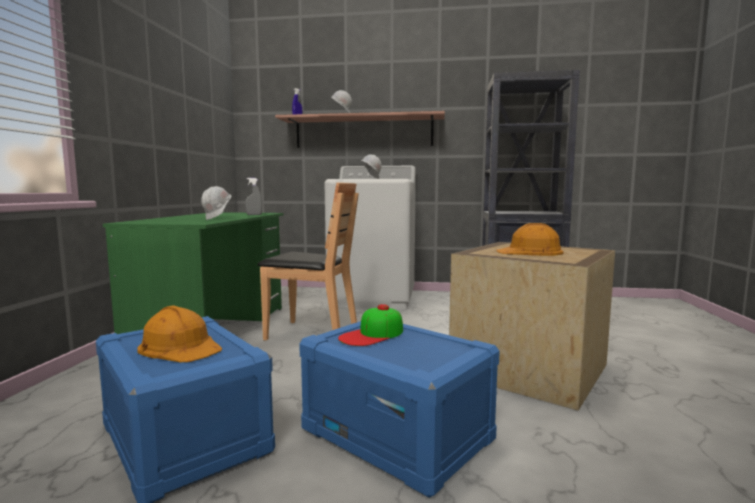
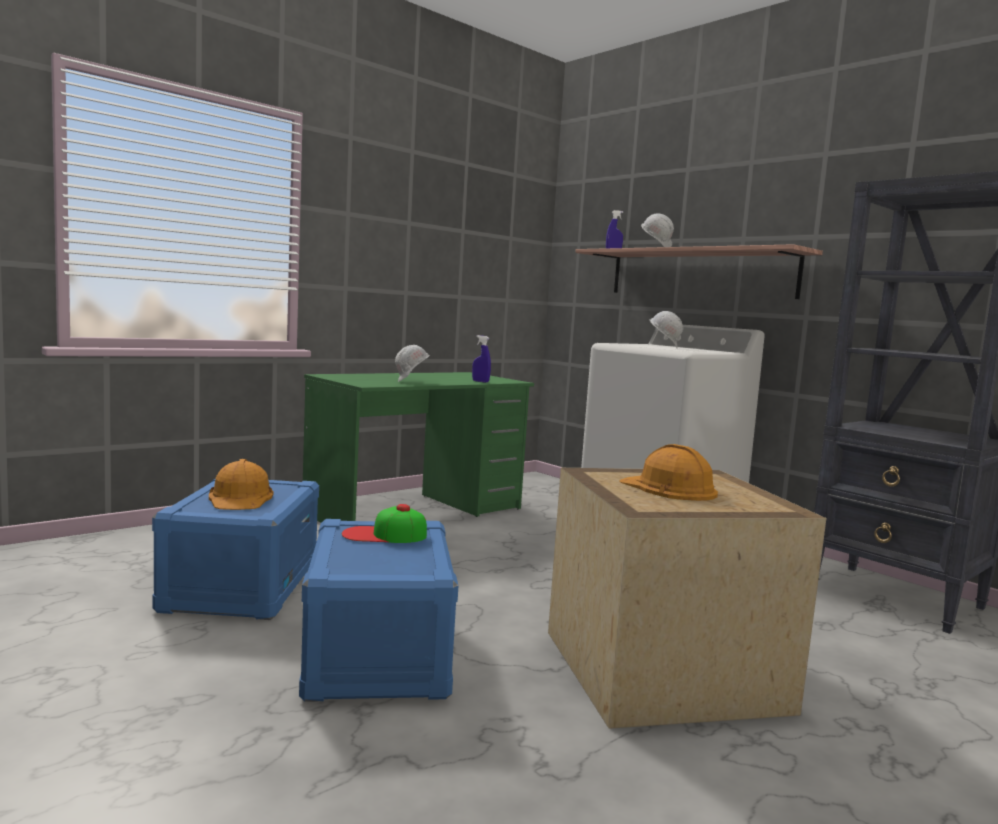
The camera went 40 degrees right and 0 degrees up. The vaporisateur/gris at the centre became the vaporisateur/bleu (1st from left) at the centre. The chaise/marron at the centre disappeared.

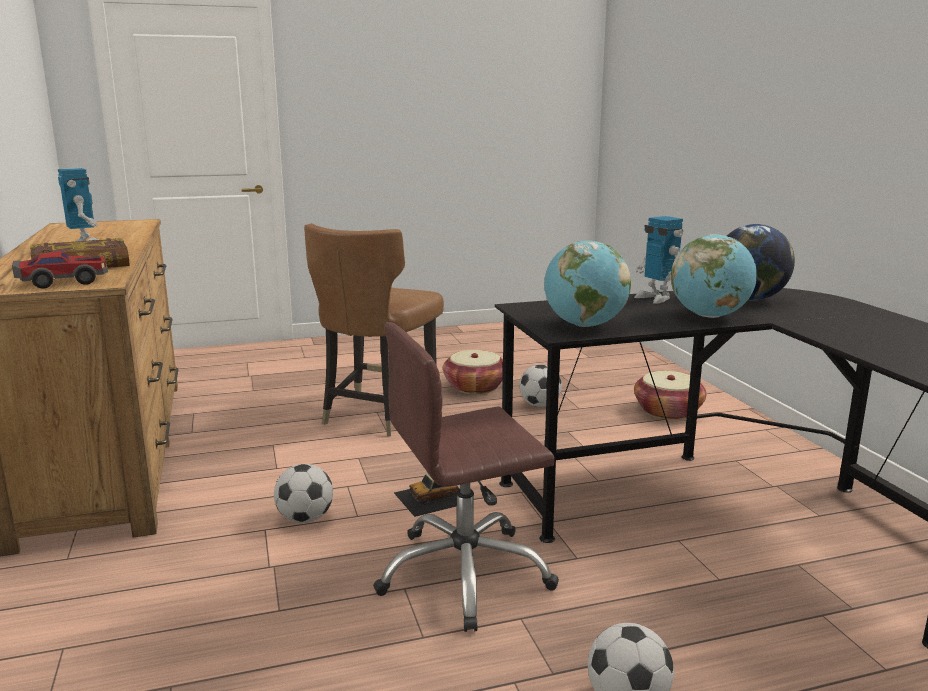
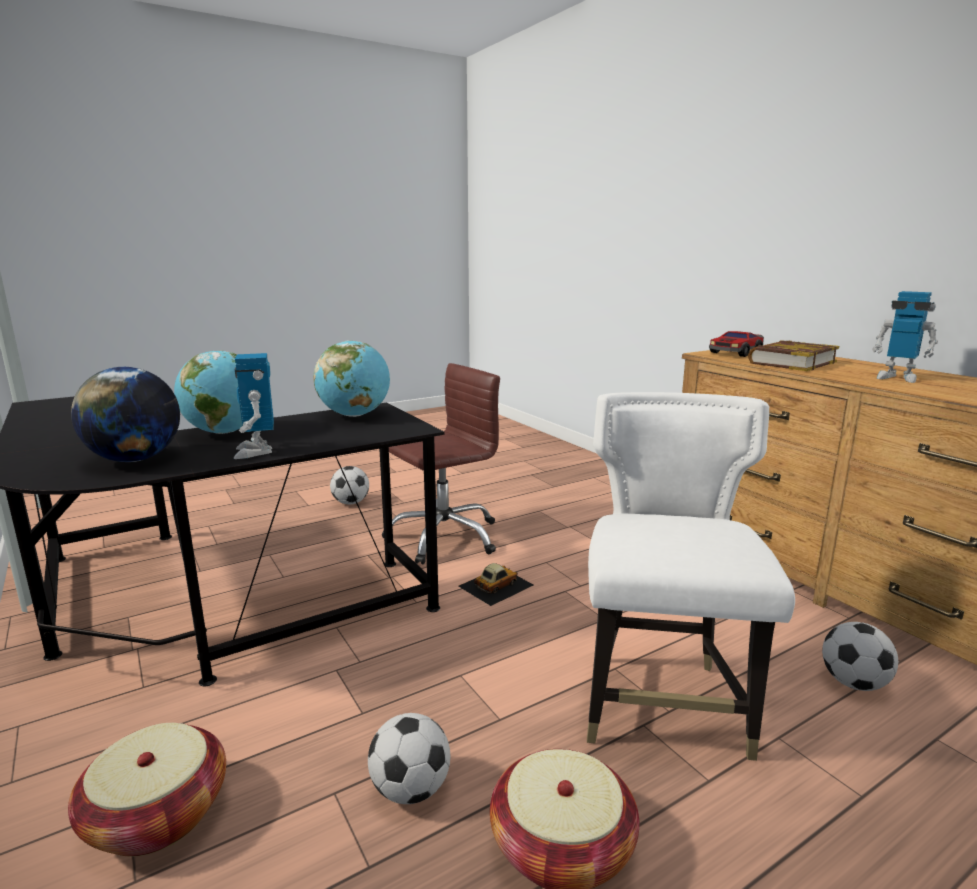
The camera went 165 degrees right and 0 degrees up. The robot jouet (2nd from left in the first image) at the middle right turned 150 degrees counterclockwise. The chaise/marron at the centre became the chaise/blanc at the middle right. The ballon de foot (1st from left in the first image) moved from the bottom left to the bottom right.

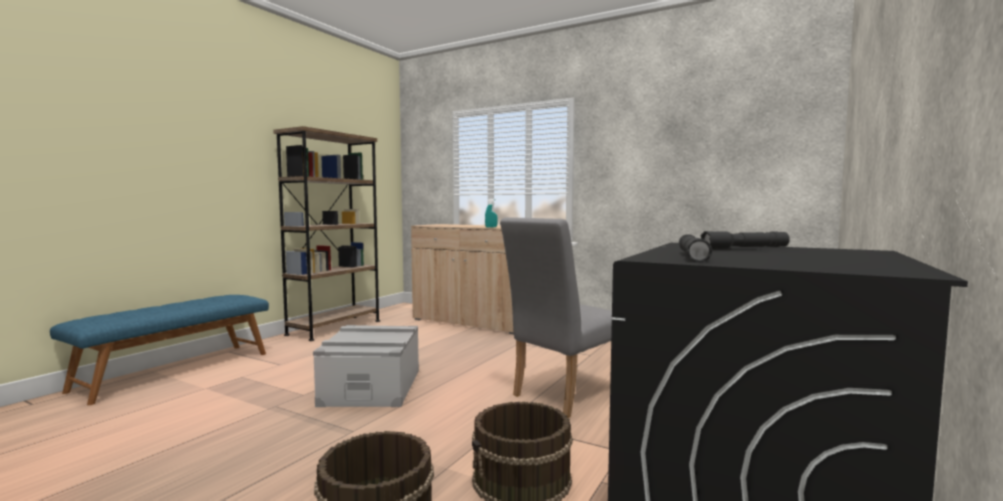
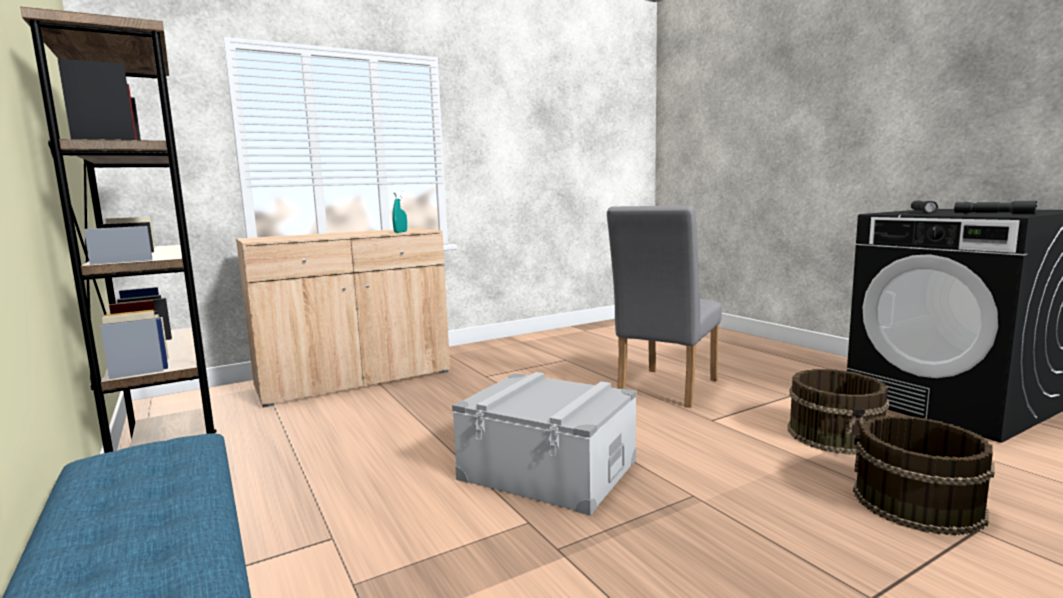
The camera went 60 degrees left and 5 degrees up. The chaise/gris at the centre turned 45 degrees clockwise.

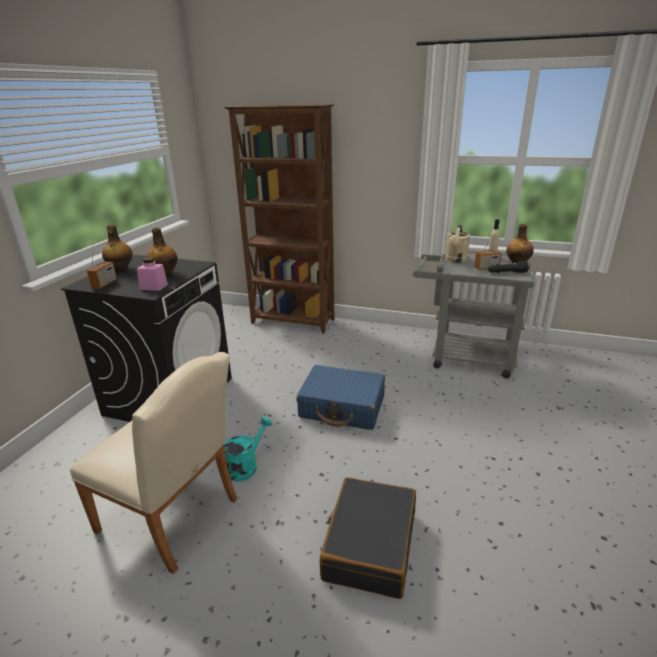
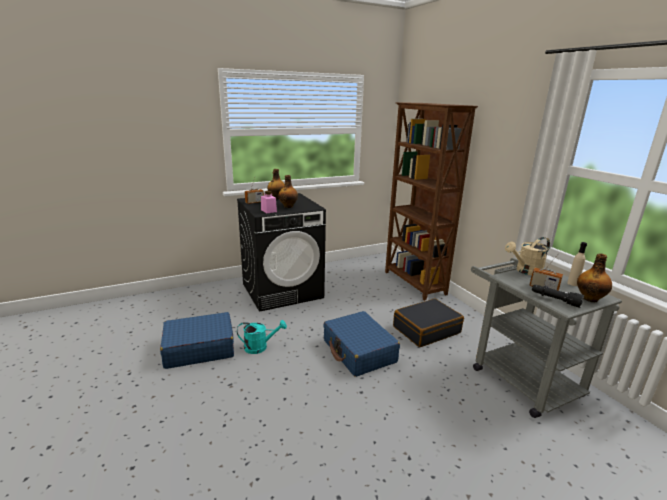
The camera went 45 degrees right and 5 degrees down. The chaise/beige at the bottom left was replaced by the valise/bleu (1st from left) at the bottom left. The valise/noir moved from the bottom centre to the centre.

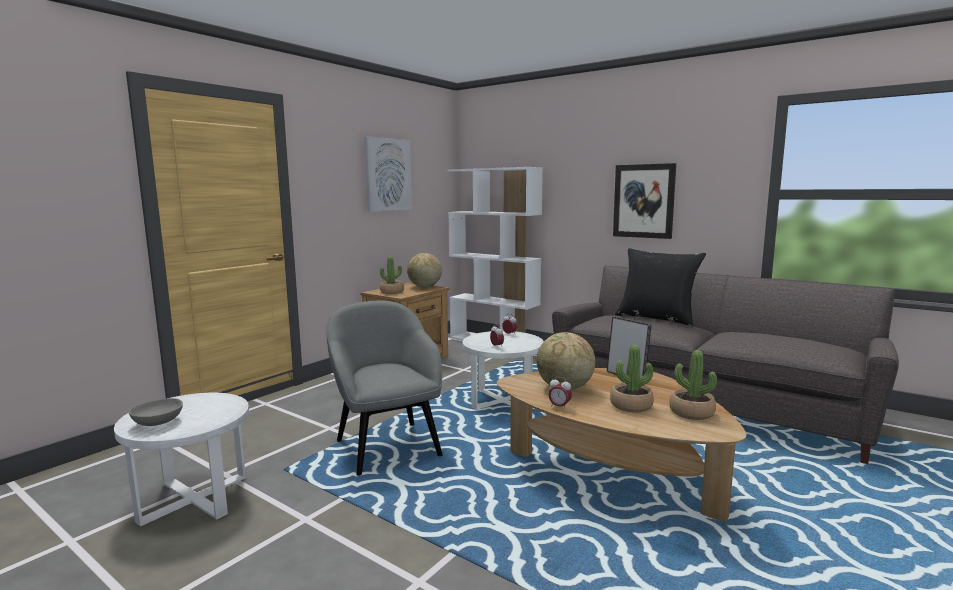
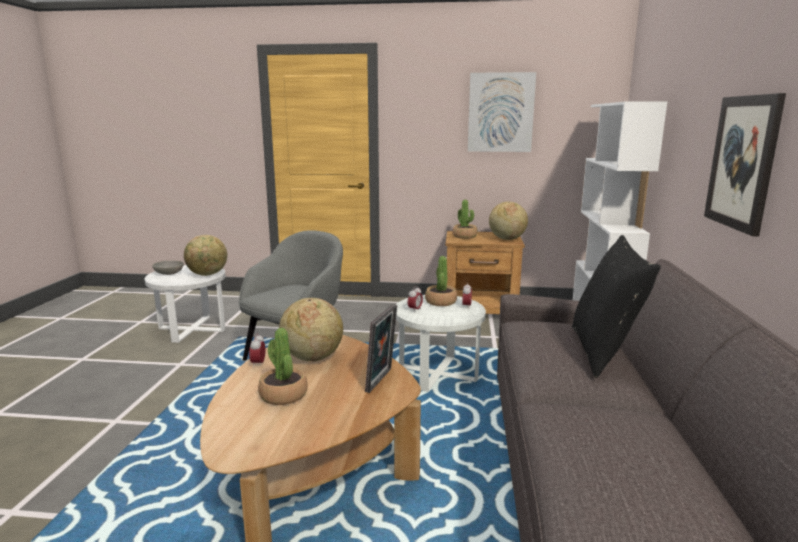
The camera went 60 degrees right and 5 degrees up. The plante en pot (3rd from left in the first image) moved from the middle right to the centre. The globe (1st from left) at the middle left appeared.

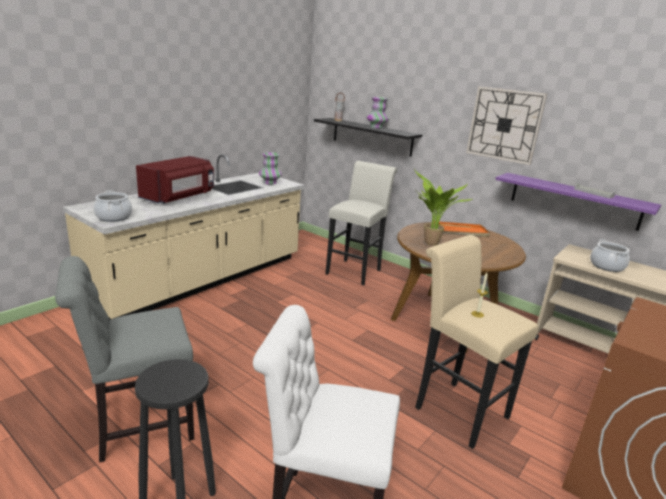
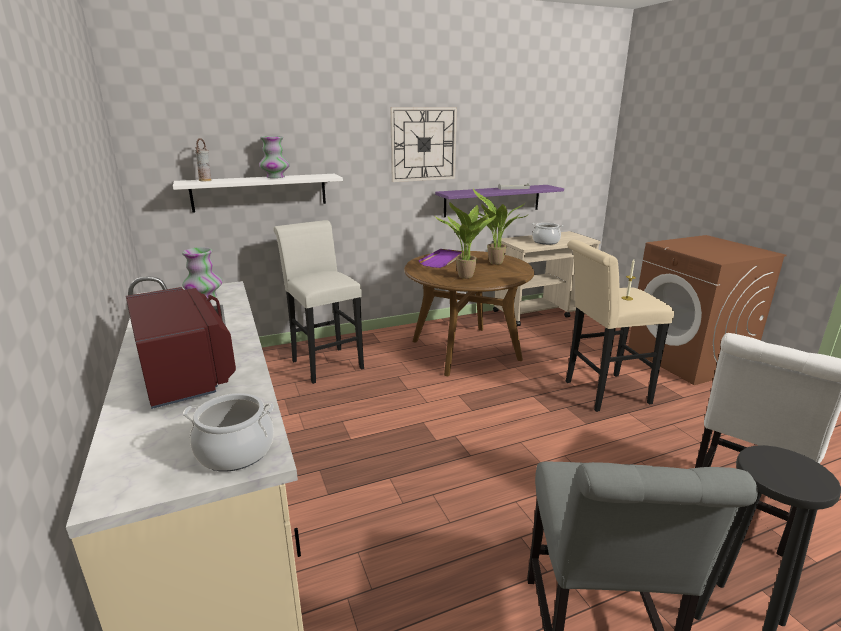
The camera went 60 degrees left and 0 degrees up. The étagère/noir at the top centre became the étagère/blanc at the top left. The plateau/orange at the middle right became the plateau/violet at the centre. The plante en pot (2nd from left) at the centre appeared.

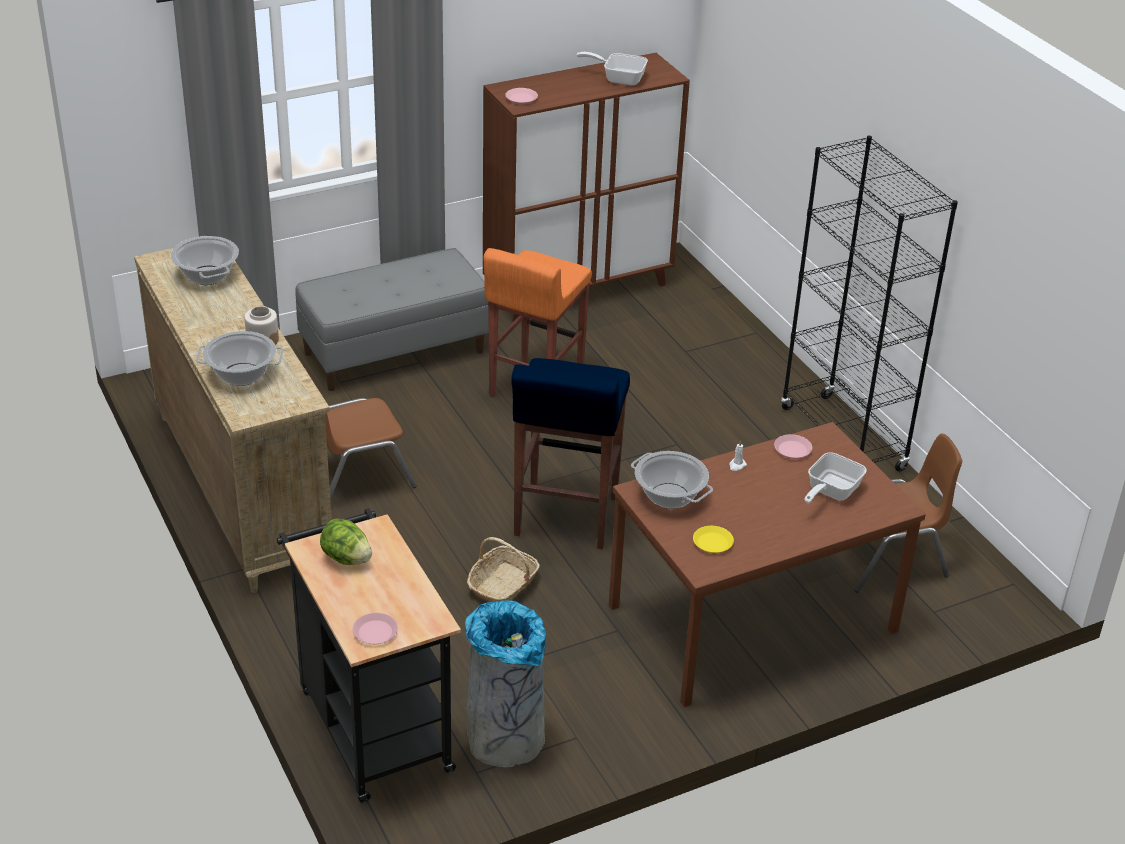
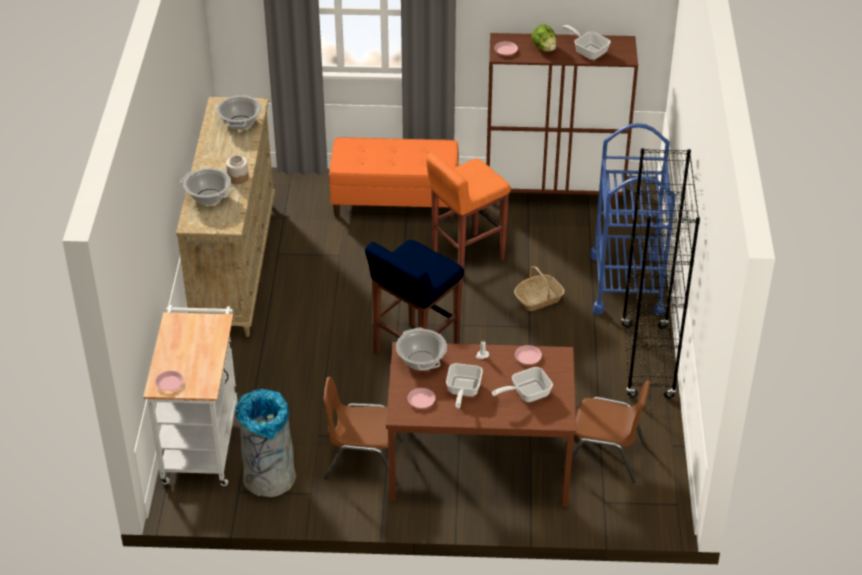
The camera went 30 degrees right and 5 degrees up. The banc/gris at the centre became the banc/orange at the top centre. The chaise/marron (1st from left) moved from the middle left to the bottom centre. The chariot/noir at the bottom left became the chariot/blanc at the bottom left. The laitue moved from the middle left to the top centre. The assiette/jaune at the centre became the assiette/rose (2nd from left) at the bottom centre. The panier moved from the bottom centre to the centre. The chariot/bleu at the middle right appeared. The poêle (1st from left) at the bottom centre appeared.

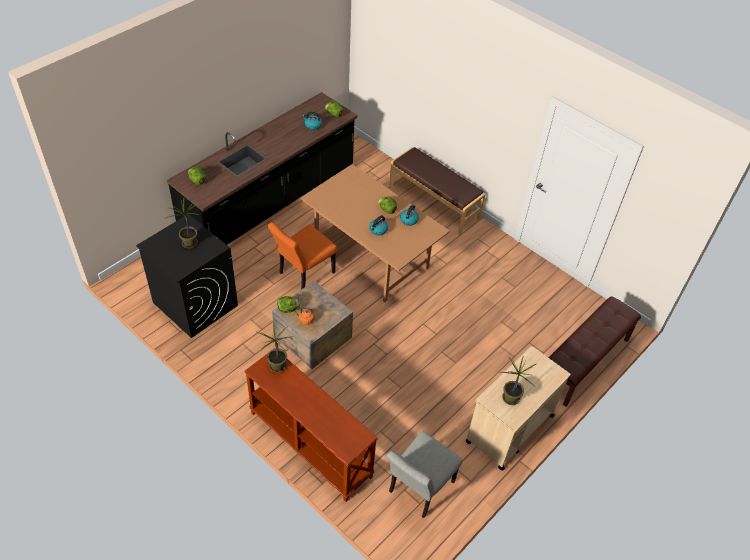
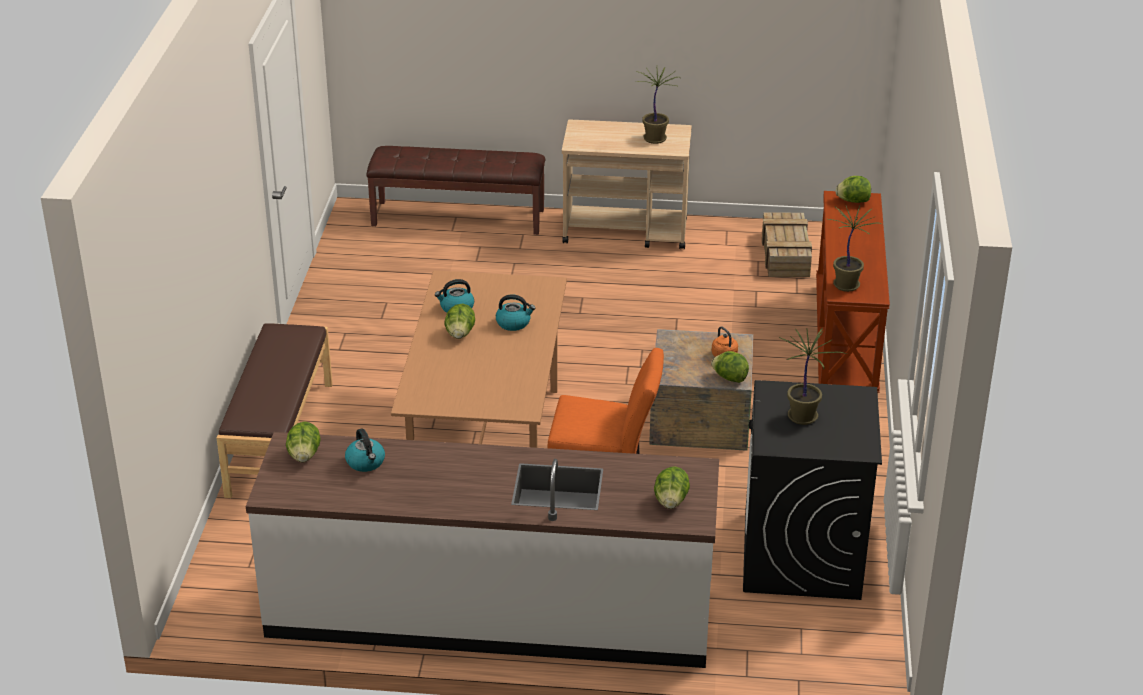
The camera went 125 degrees left and 15 degrees down. The comptoir de cuisine/noir at the top centre became the comptoir de cuisine/blanc at the bottom centre. The chaise/gris at the bottom centre was replaced by the caisse (2nd from left) at the middle right. The laitue (5th from left) at the top right appeared.

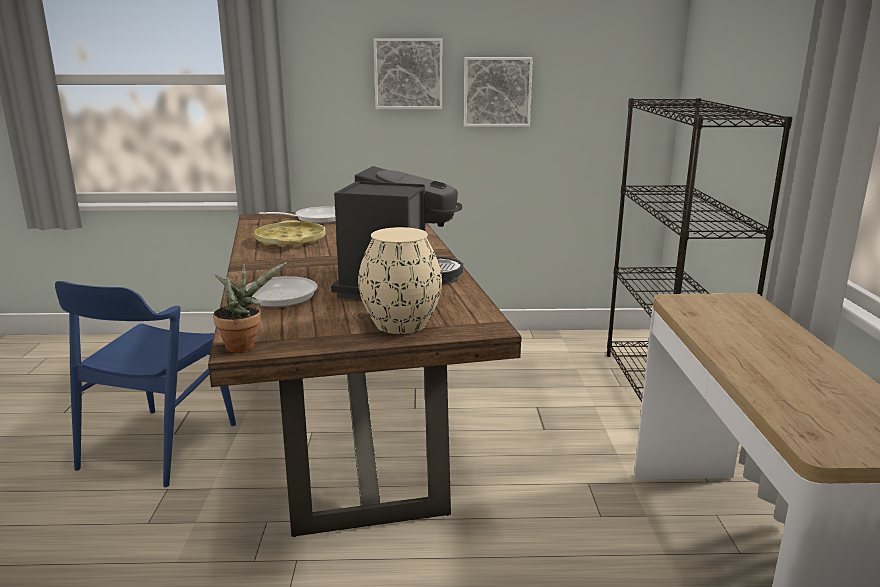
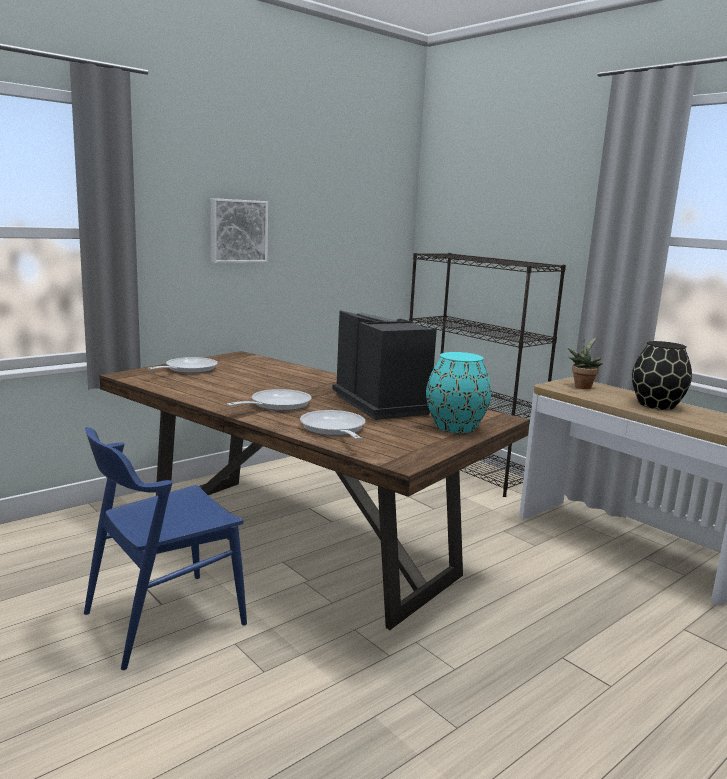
The camera went 40 degrees left and 5 degrees down. The tableau (2nd from left) at the top centre disappeared. The plateau/jaune at the middle left disappeared. The vase/beige at the centre became the vase/turquoise at the centre. The plante en pot moved from the middle left to the middle right. The chaise/bleu at the middle left turned 75 degrees clockwise. The vase/noir at the middle right appeared. The poêle (2nd from left) at the centre appeared.

